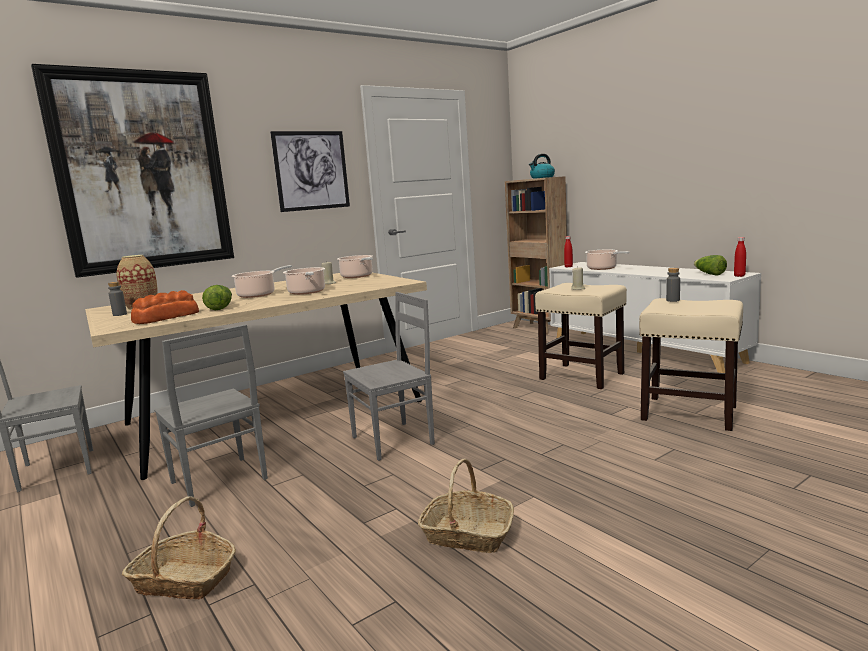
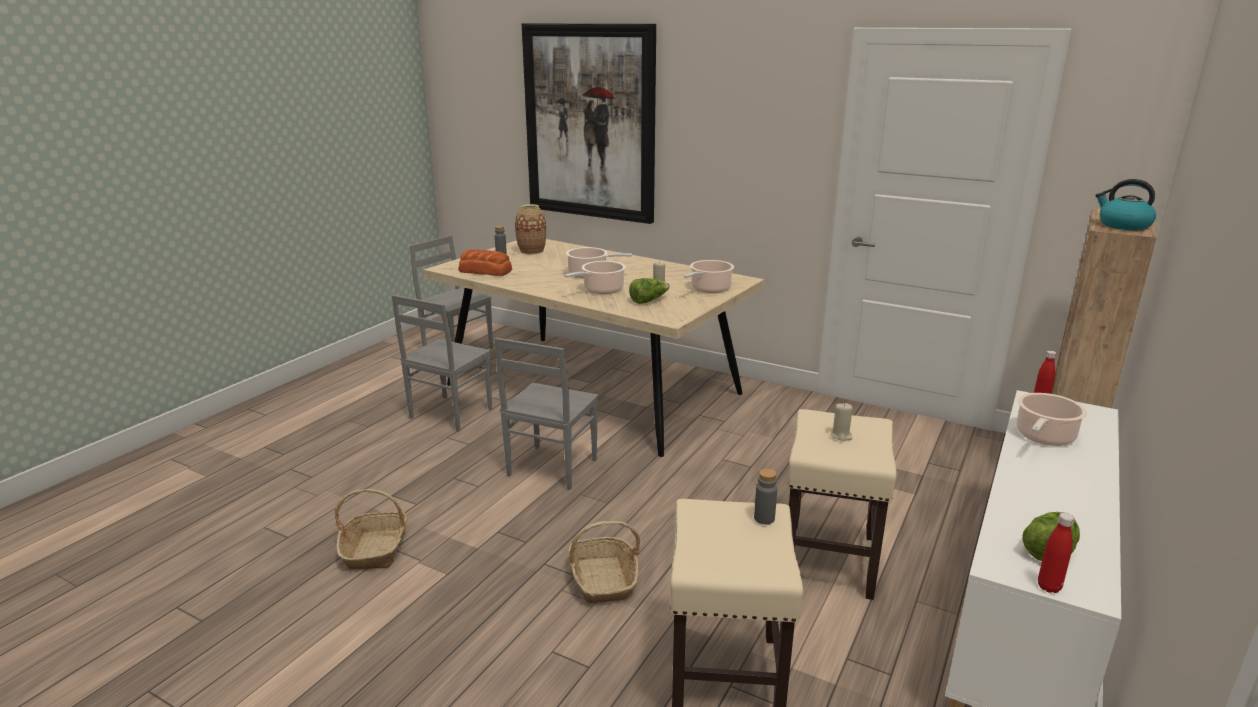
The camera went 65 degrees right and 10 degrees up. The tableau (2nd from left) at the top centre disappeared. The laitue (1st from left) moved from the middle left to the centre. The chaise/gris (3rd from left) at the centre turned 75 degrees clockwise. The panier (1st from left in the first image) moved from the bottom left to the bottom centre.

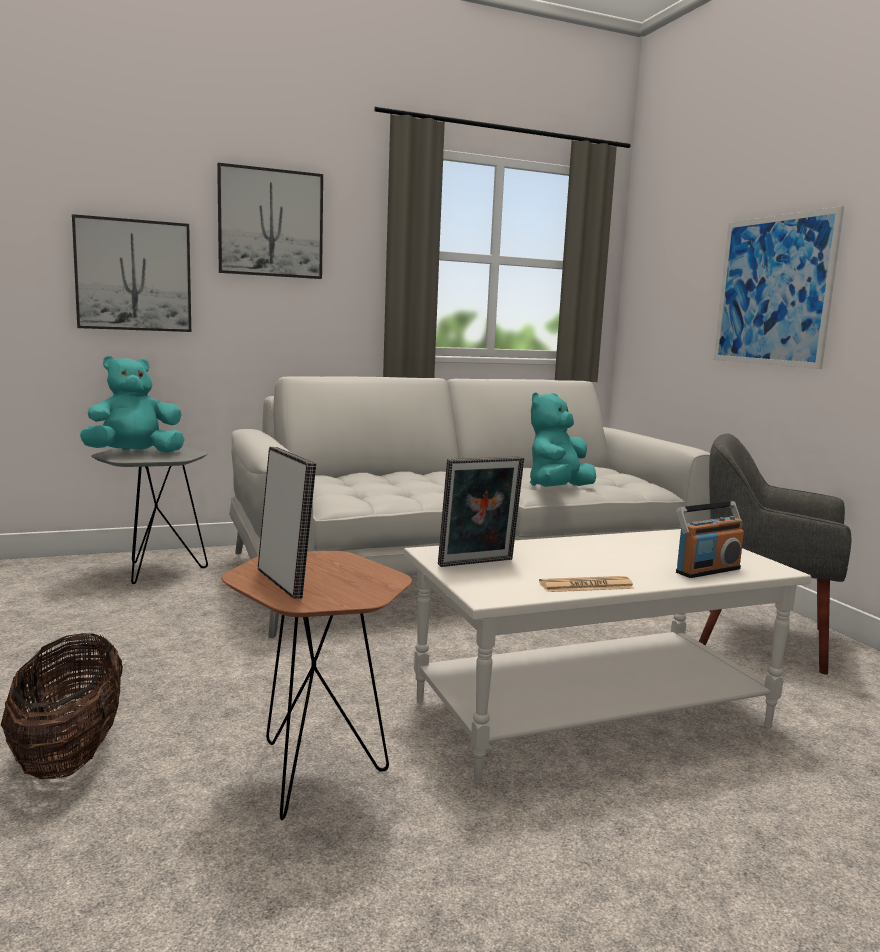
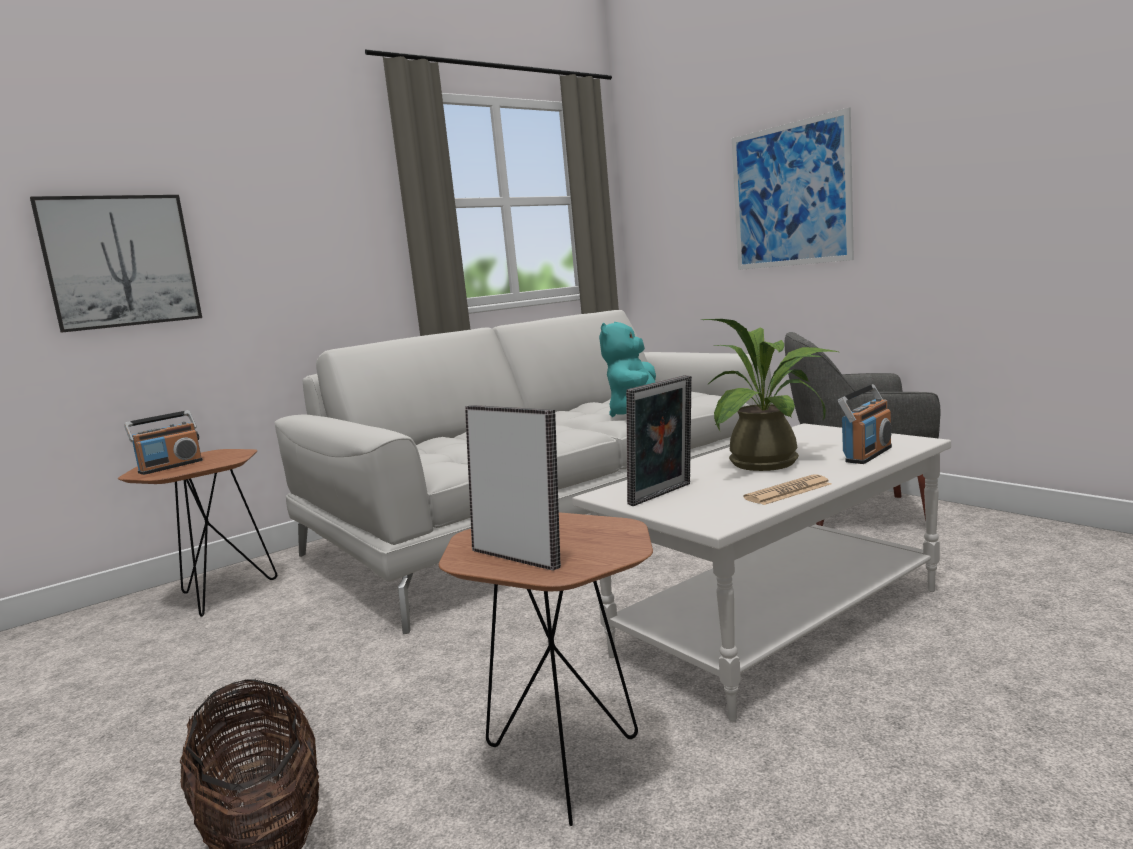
The camera went 15 degrees left and 0 degrees up. The tableau (2nd from left) at the top left disappeared. The peluche/turquoise (1st from left) at the middle left was replaced by the radio (1st from left) at the middle left. The table d'appoint/gris at the middle left became the table d'appoint/marron (1st from left) at the middle left. The plante en pot at the middle right appeared.

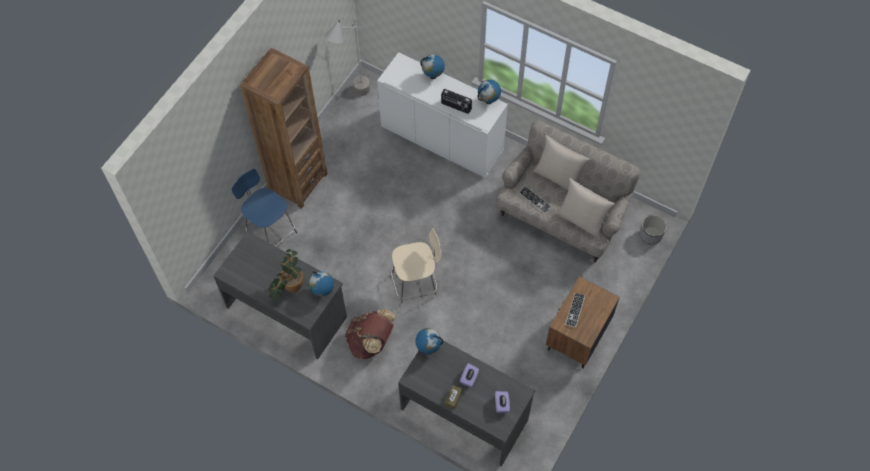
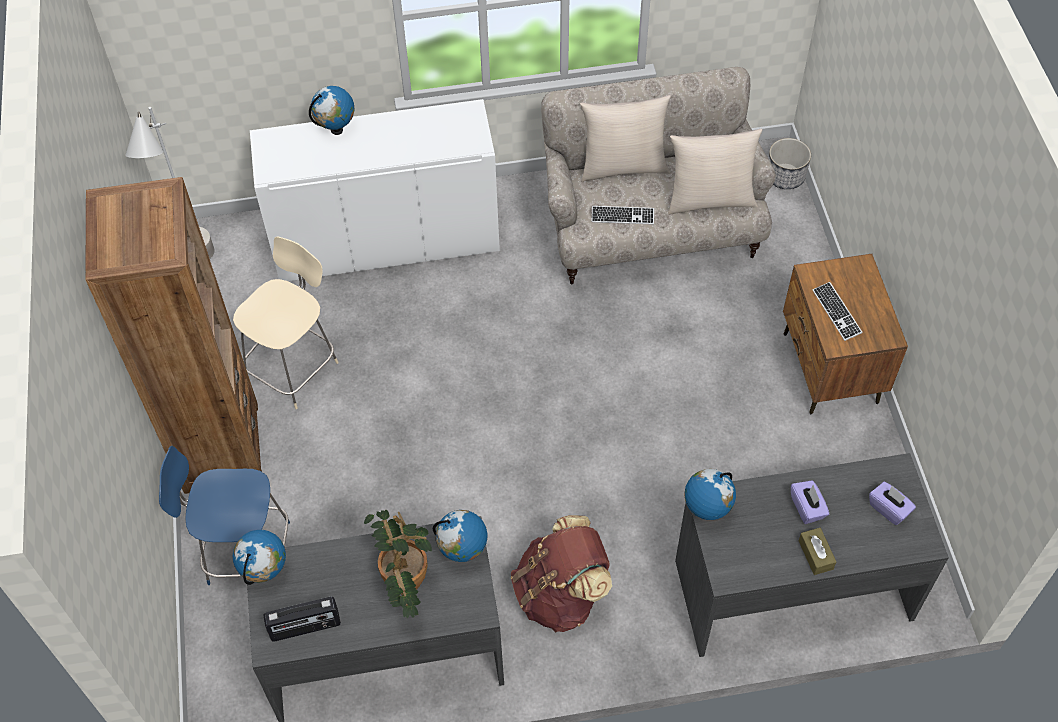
The camera went 40 degrees left and 5 degrees down. The globe (4th from left in the first image) moved from the top centre to the bottom left. The radio moved from the top centre to the bottom left. The chaise/beige moved from the centre to the middle left.

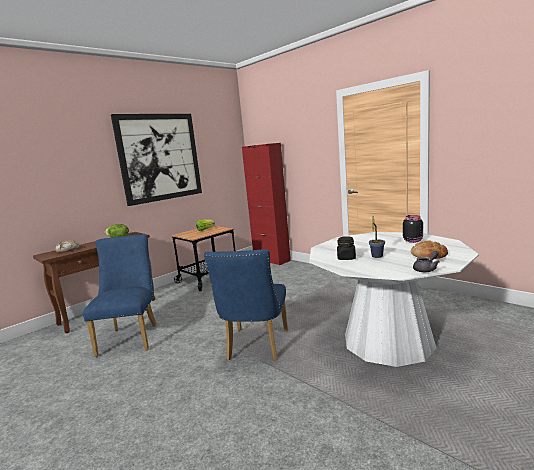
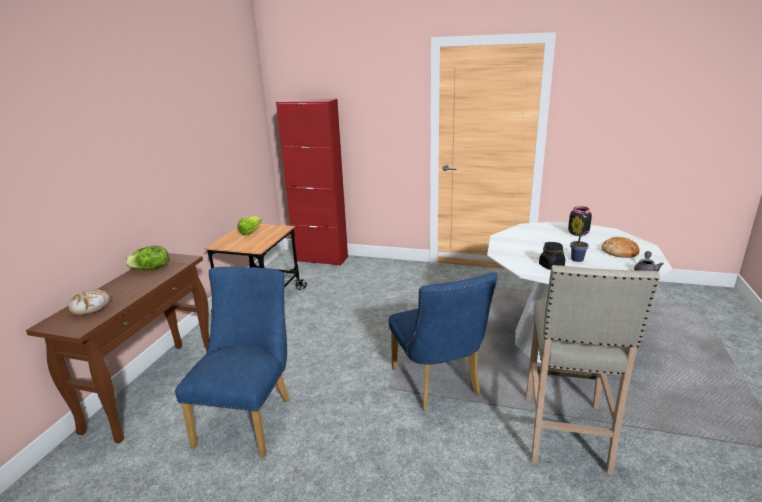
The camera went 30 degrees left and 10 degrees up. The tableau at the middle left disappeared. The chaise/bleu (1st from left) at the middle left turned 45 degrees clockwise. The tabouret/beige at the bottom right appeared.

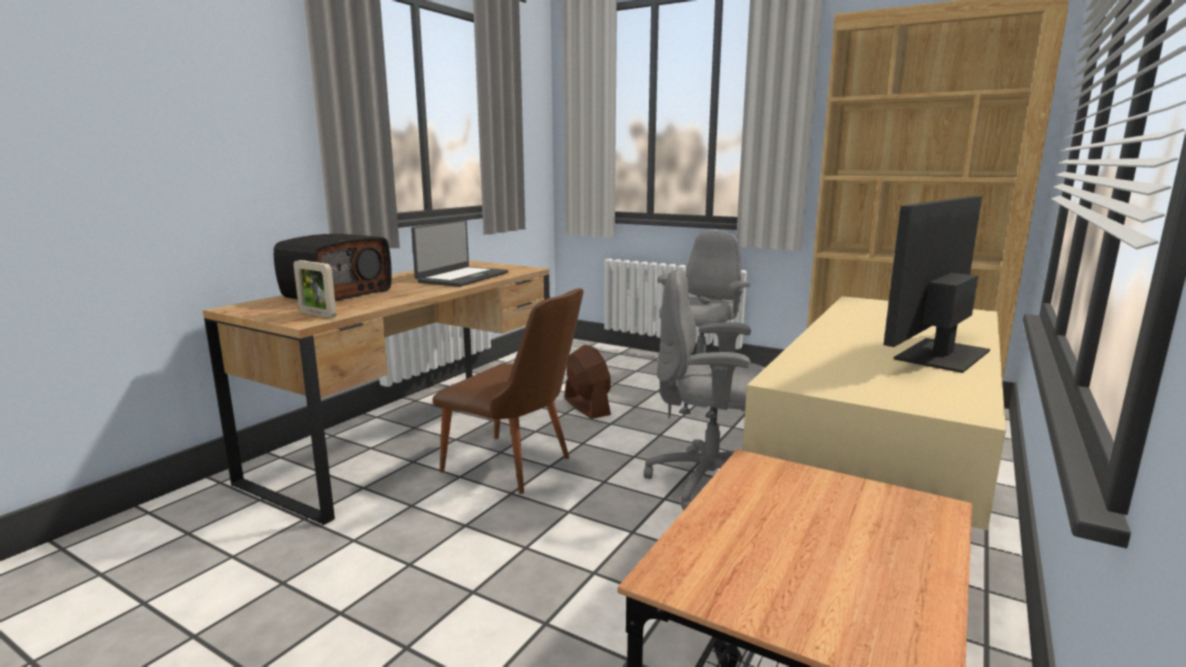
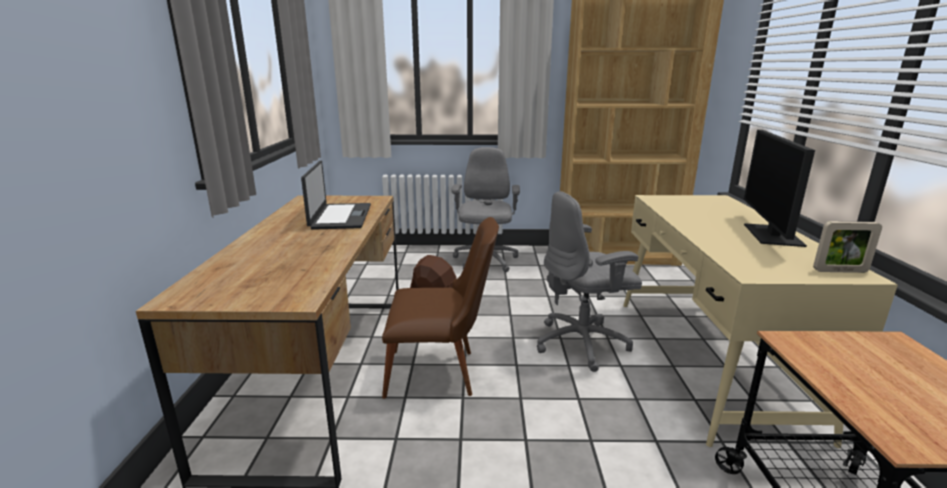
The camera went 30 degrees left and 5 degrees up. The radio at the middle left disappeared. The cadre photo moved from the middle left to the middle right.

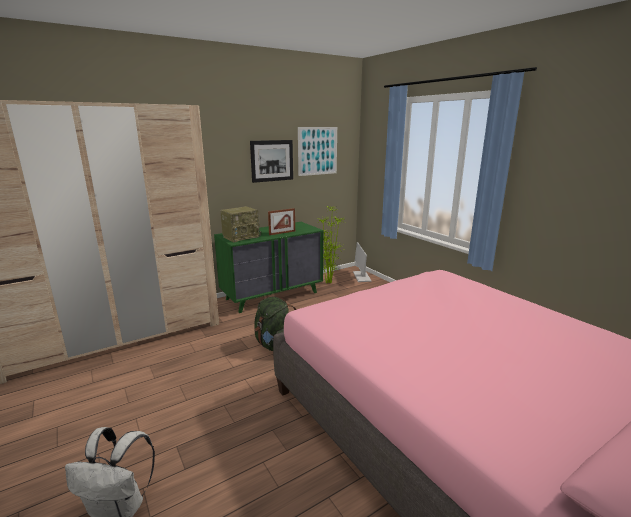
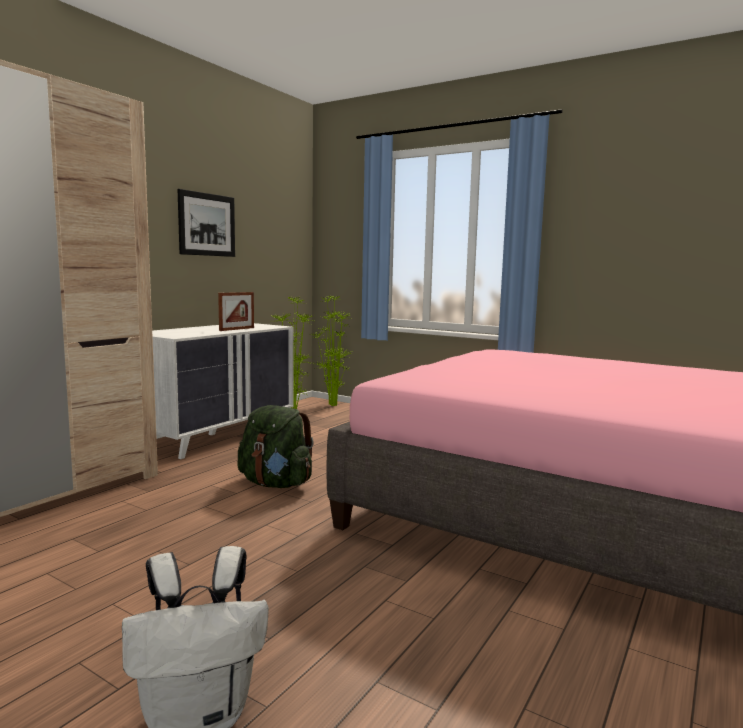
The camera went 25 degrees left and 10 degrees down. The tableau (2nd from left) at the top centre disappeared. The radio at the centre disappeared. The commode/vert at the centre became the commode/blanc at the middle left. The écran d'ordinateur at the centre was replaced by the plante en pot (2nd from left) at the centre.

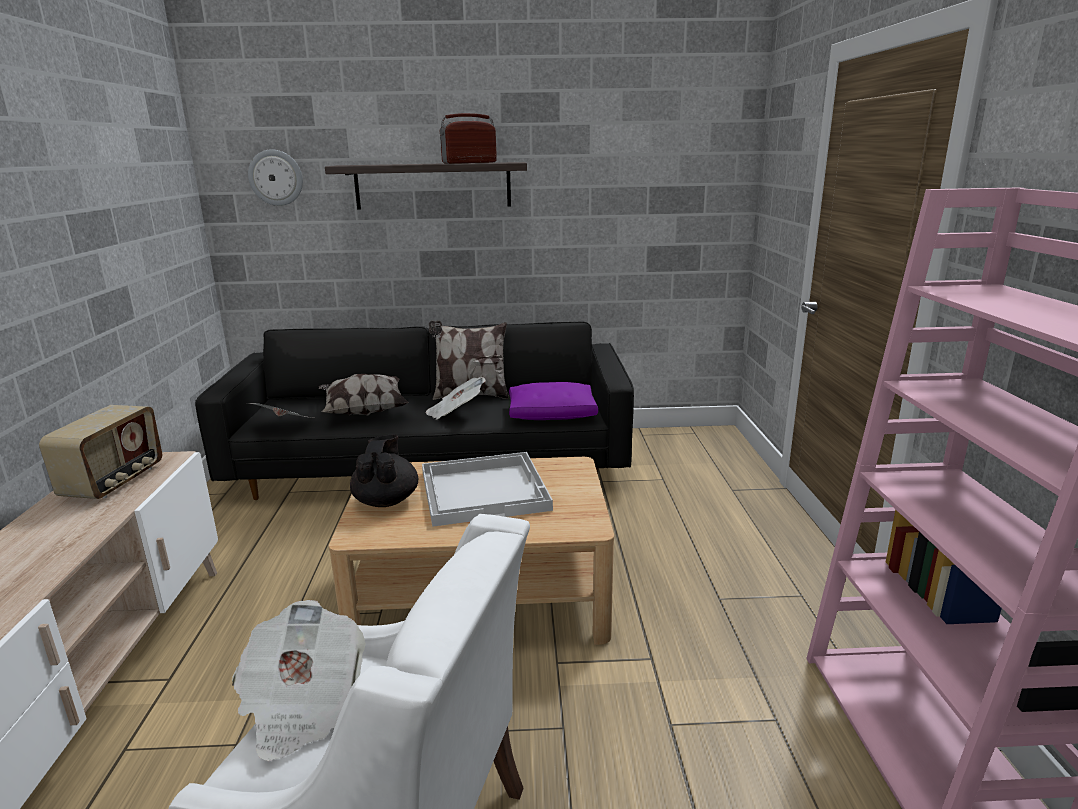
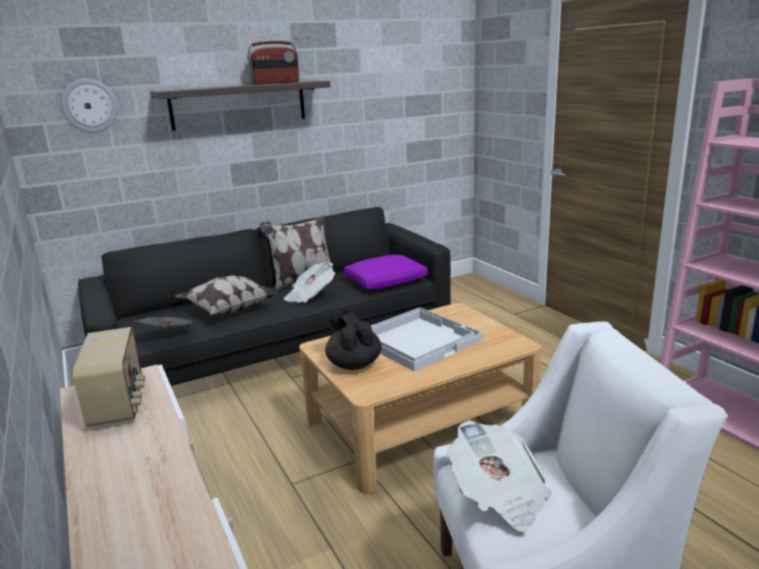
The camera went 25 degrees left and 0 degrees up. The radio (2nd from left) at the top centre turned 150 degrees counterclockwise.

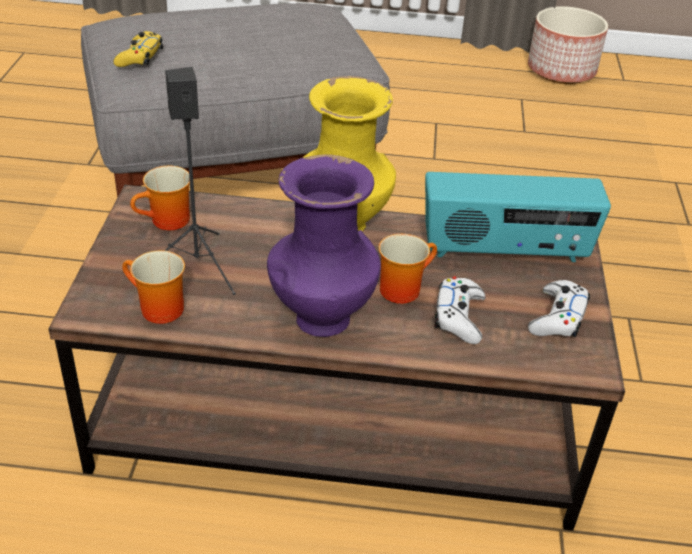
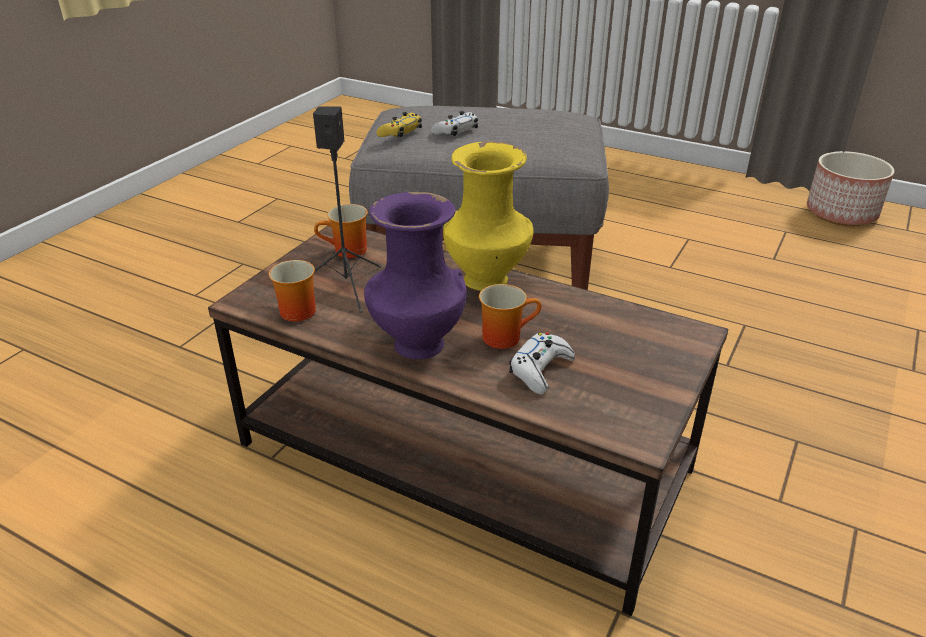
The camera went 25 degrees right and 5 degrees down. The radio at the middle right disappeared. The manette/blanc (2nd from left in the first image) moved from the middle right to the top centre.

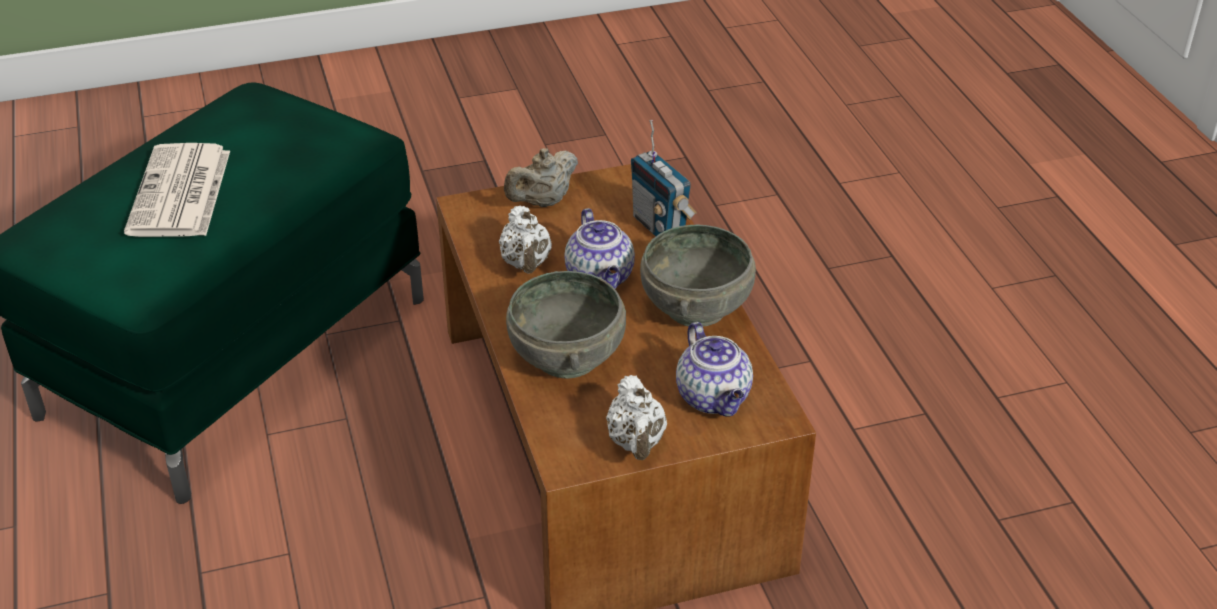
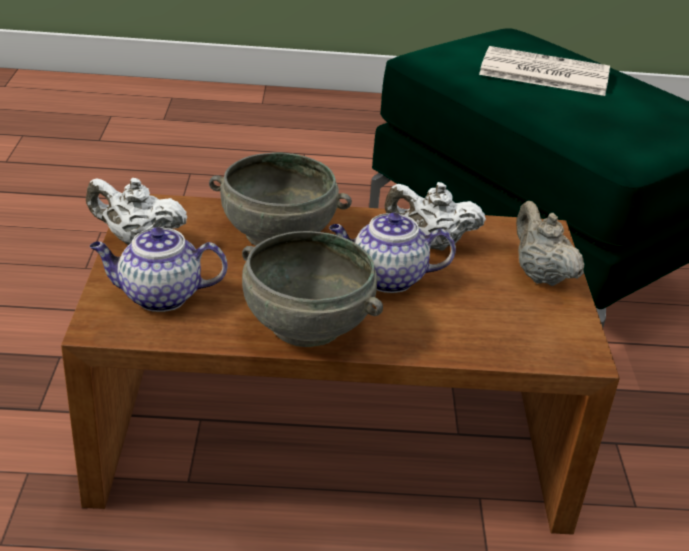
The camera went 105 degrees right and 5 degrees down. The radio at the top centre disappeared.

